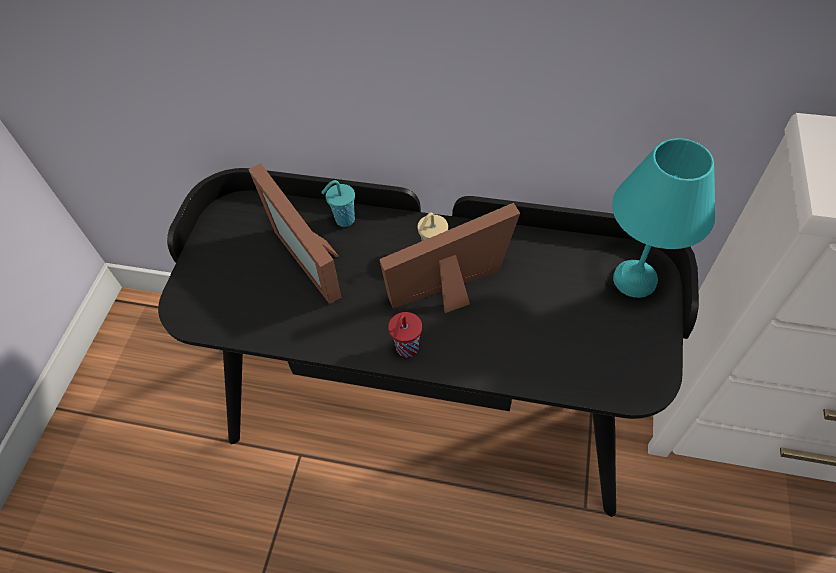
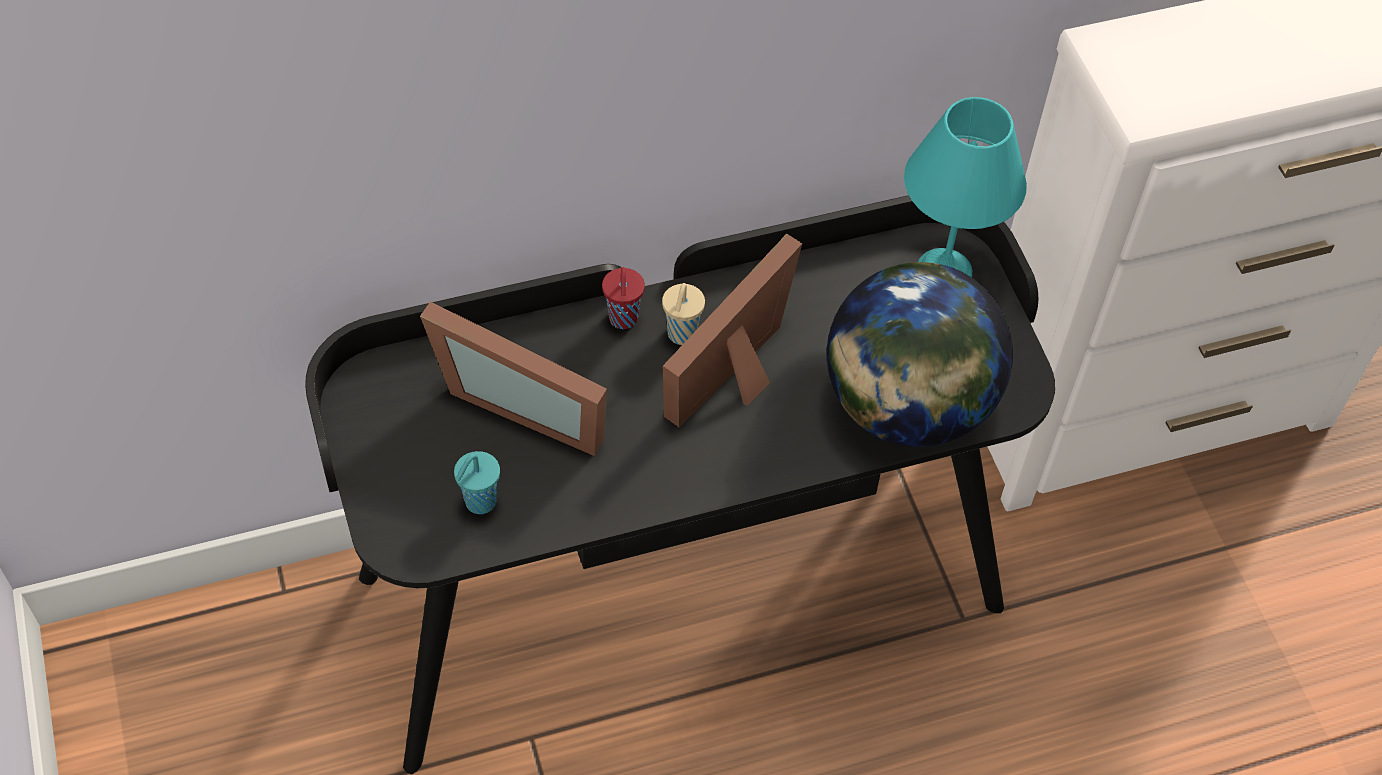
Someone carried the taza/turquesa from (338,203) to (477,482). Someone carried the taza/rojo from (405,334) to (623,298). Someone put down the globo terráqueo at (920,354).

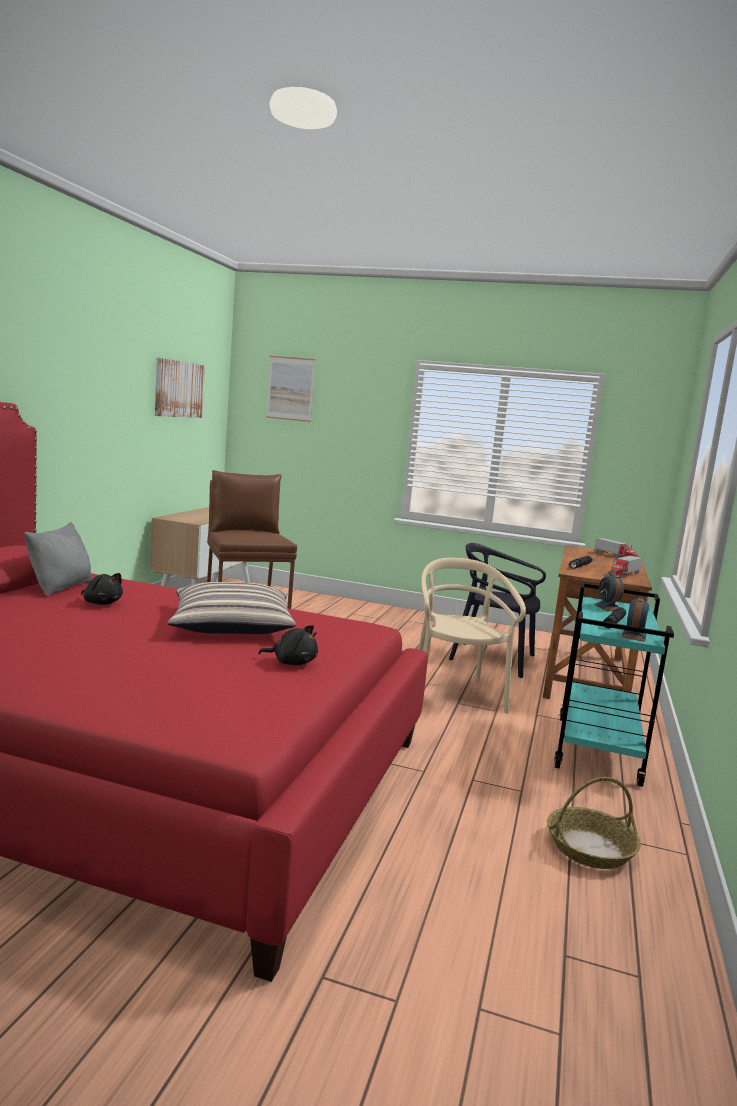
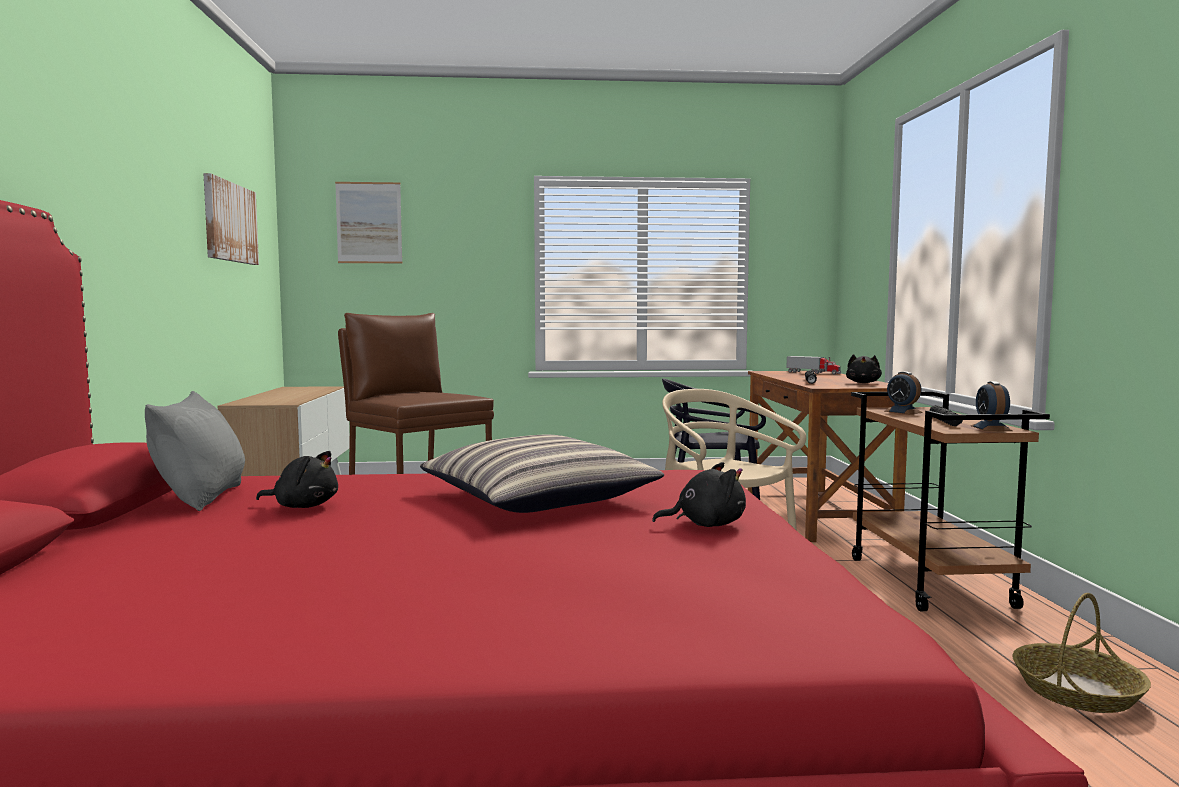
Someone swapped the camión de juguete at (624,567) for the peluche/negro at (864,368). Someone repainted the carrito/turquesa at (614,685), which became the carrito/marrón at (950,501).

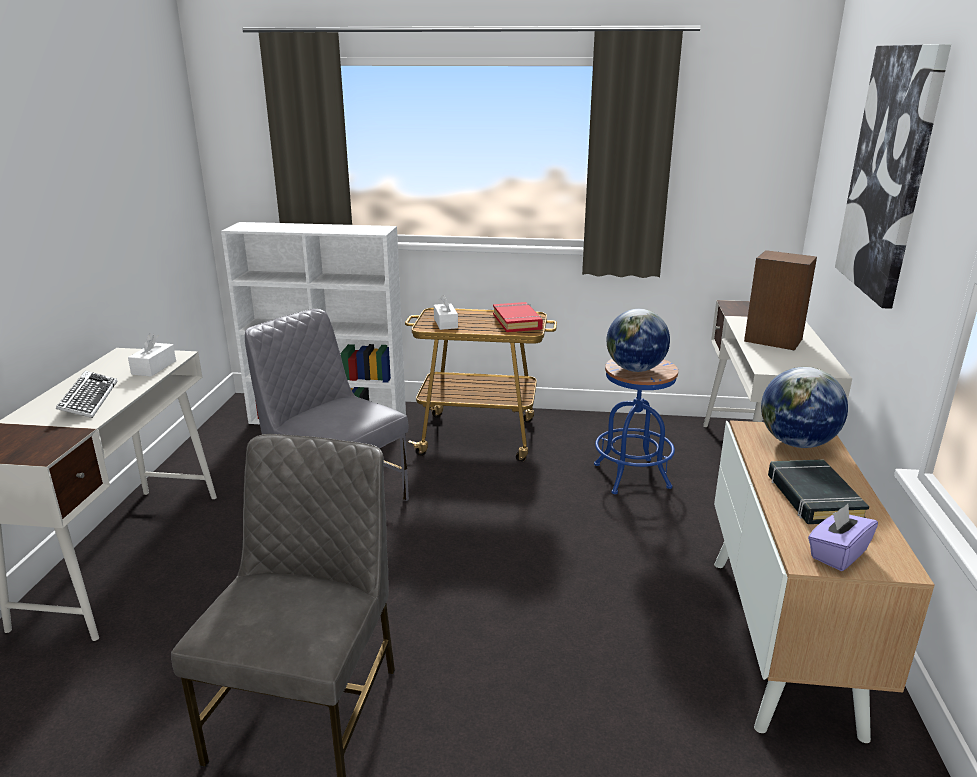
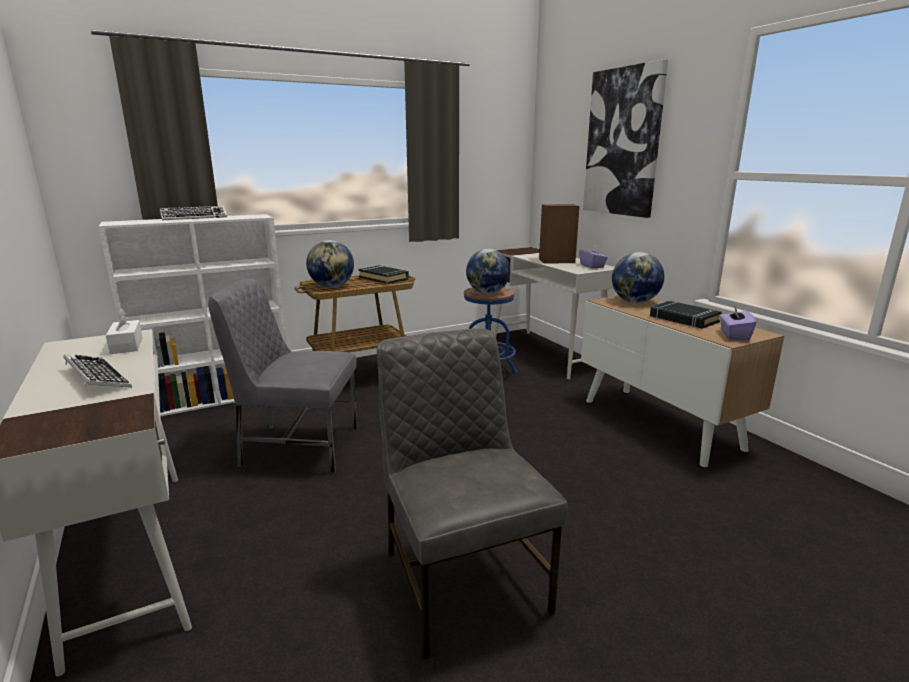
Someone put down the teclado at (193,213). Someone swapped the caja de pañuelos/blanco at (446,312) for the globo terráqueo at (330,264). Someone repainted the libro/rojo at (518,317), which became the libro/negro at (383,274). Someone put down the caja de pañuelos/morado at (593,256).

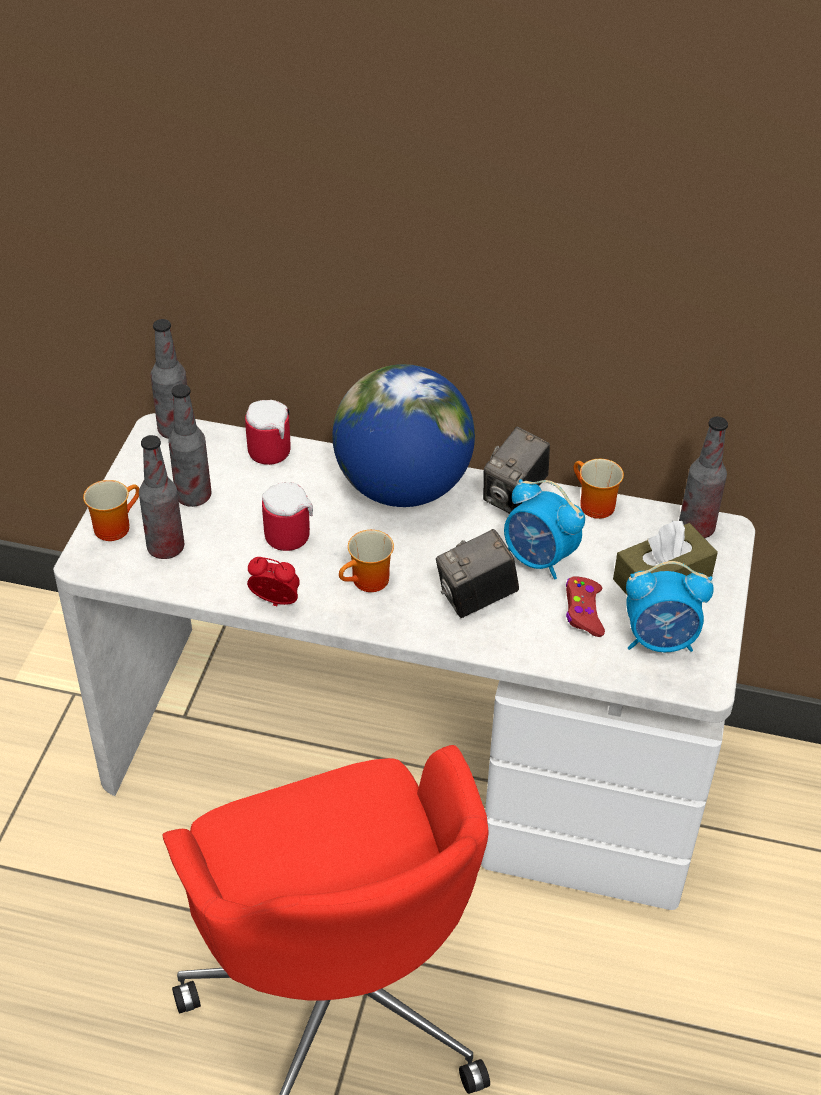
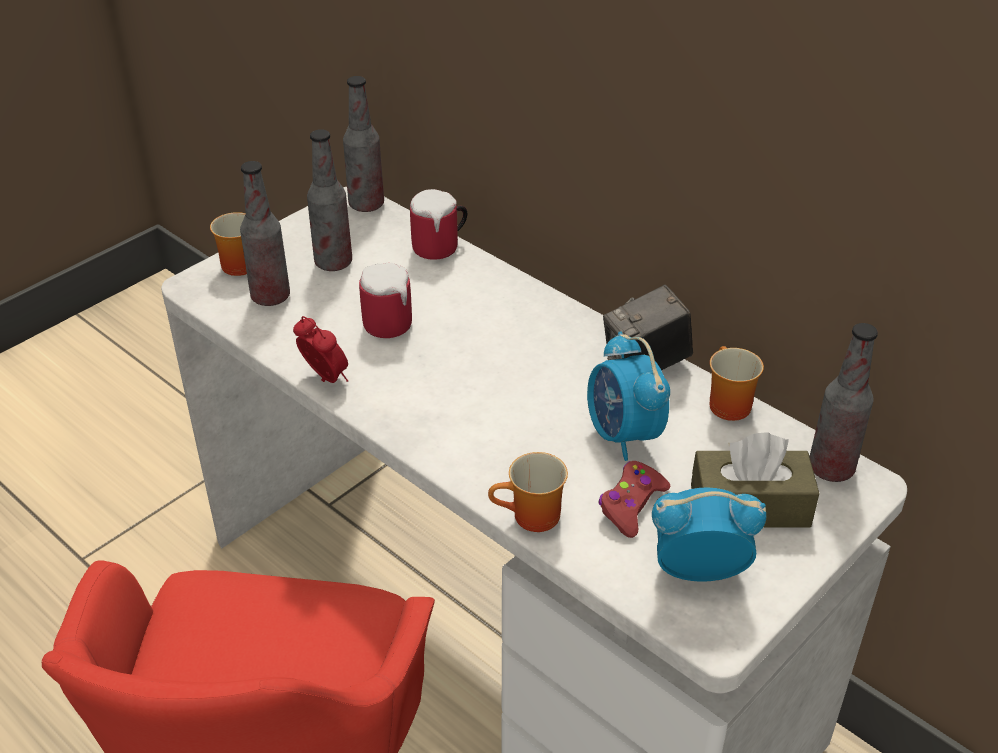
Someone carried the taza grande from (366,561) to (528,492). Someone rotated the despertador at (670,606) by 150 degrees clockwise. Someone took away the globo terráqueo at (403,435). Someone took away the cámara at (477,573).

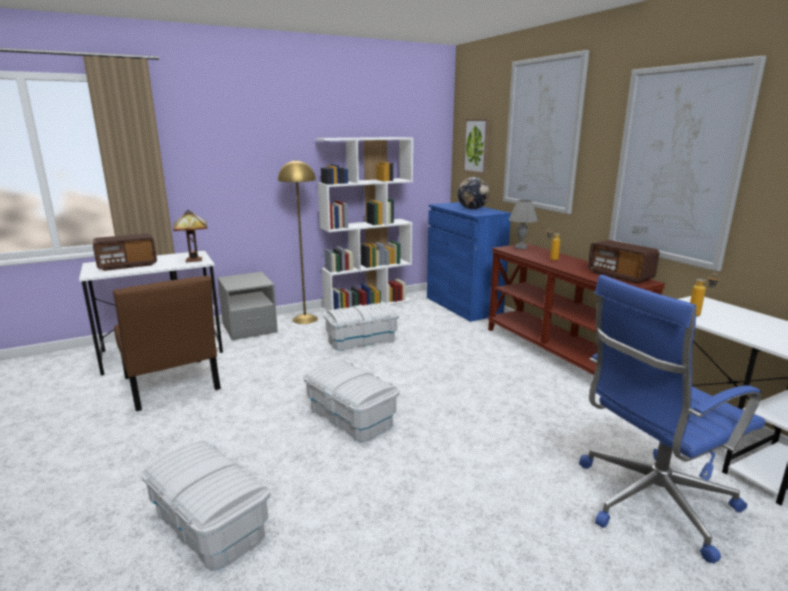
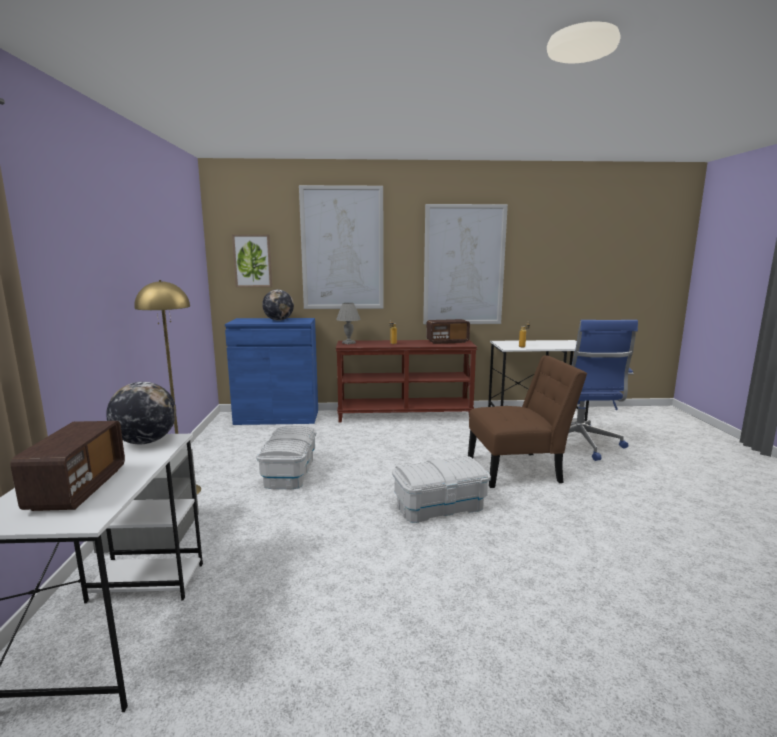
Someone swapped the lámpara de mesa at (190,236) for the globo terráqueo at (141,413). Someone carried the silla/marrón from (167,343) to (527,422). Someone took away the caja de almacenaje/blanco at (205,505). Someone took away the estantería/blanco at (364,224).

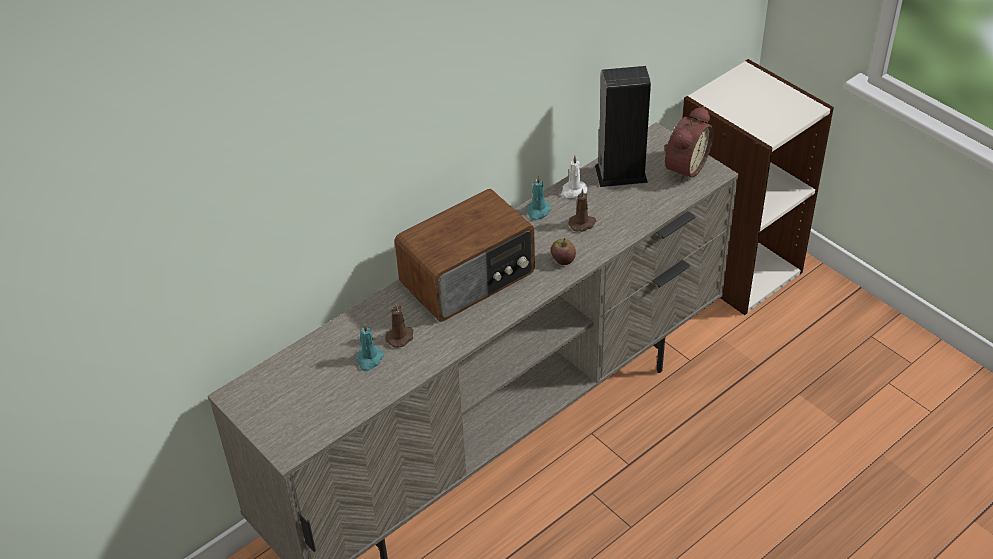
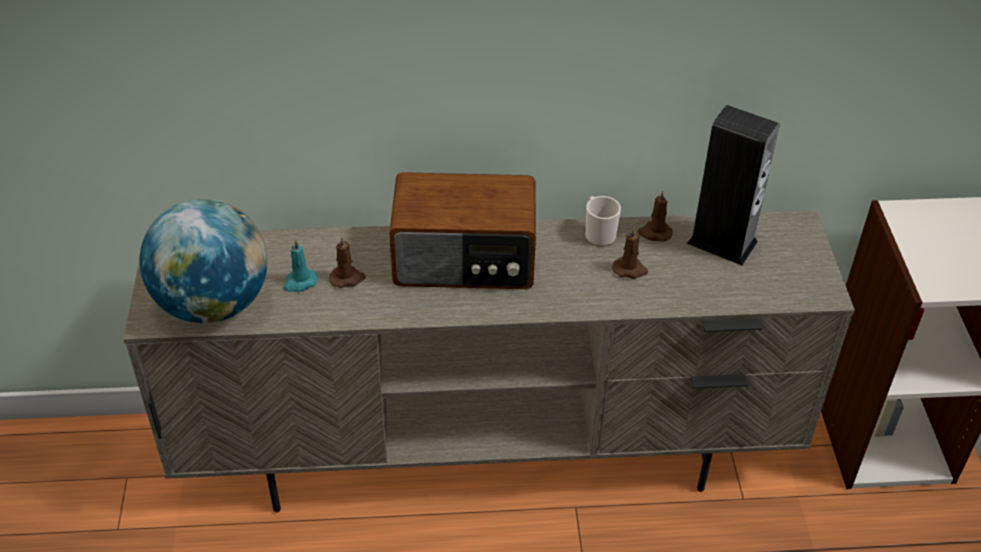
Someone put down the globo terráqueo at (203,261). Someone swapped the vela/turquesa at (539,198) for the taza grande at (603,221). Someone repainted the vela/blanco at (574,176), which became the vela/marrón at (655,216). Someone took away the manzana at (563,251). Someone took away the despertador at (689,144).

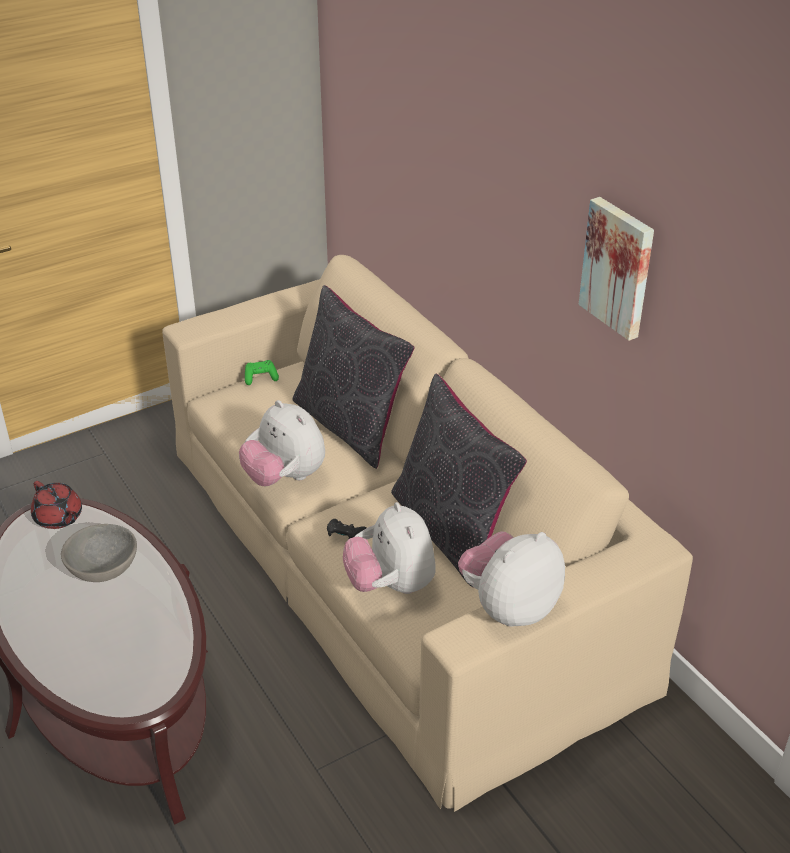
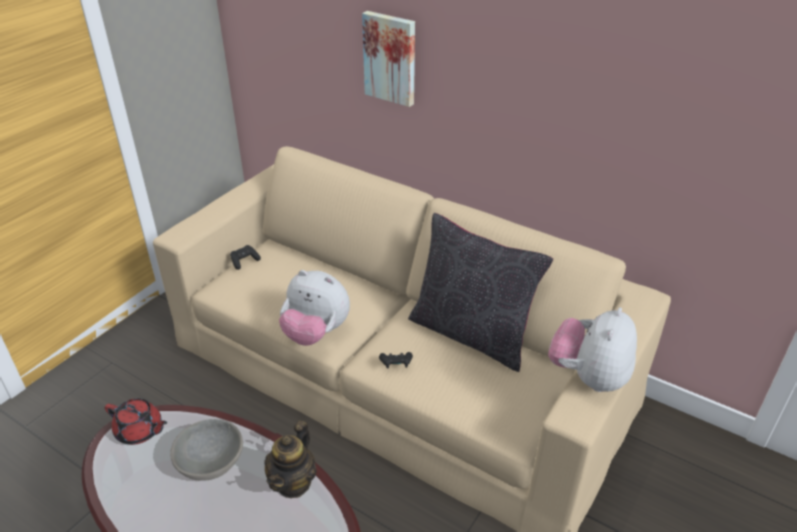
Someone repainted the mando de consola/verde at (262,372), which became the mando de consola/negro at (245,257). Someone put down the tetera at (290,459). Someone carried the cuadro from (616,269) to (388,59). Someone took away the cojín/negro at (353,377). Someone took away the peluche at (389,548).

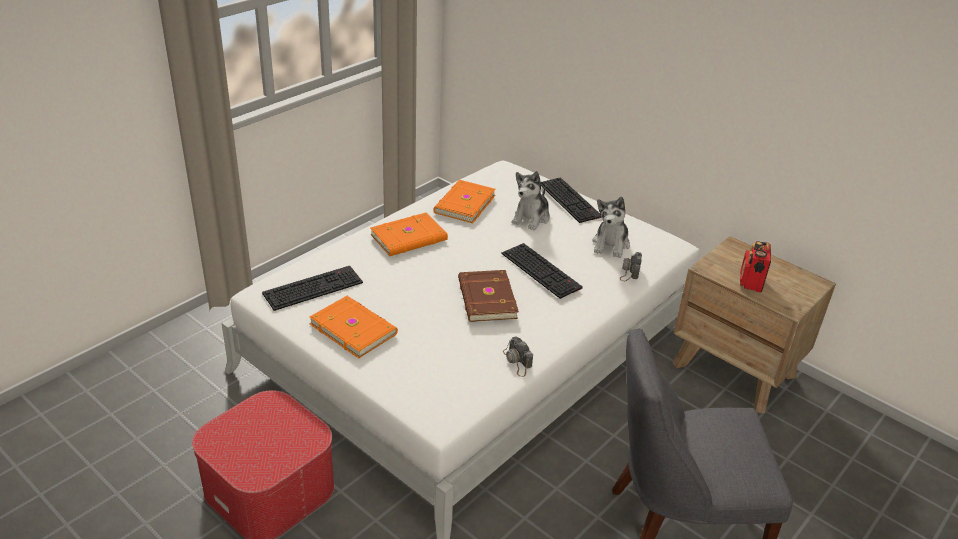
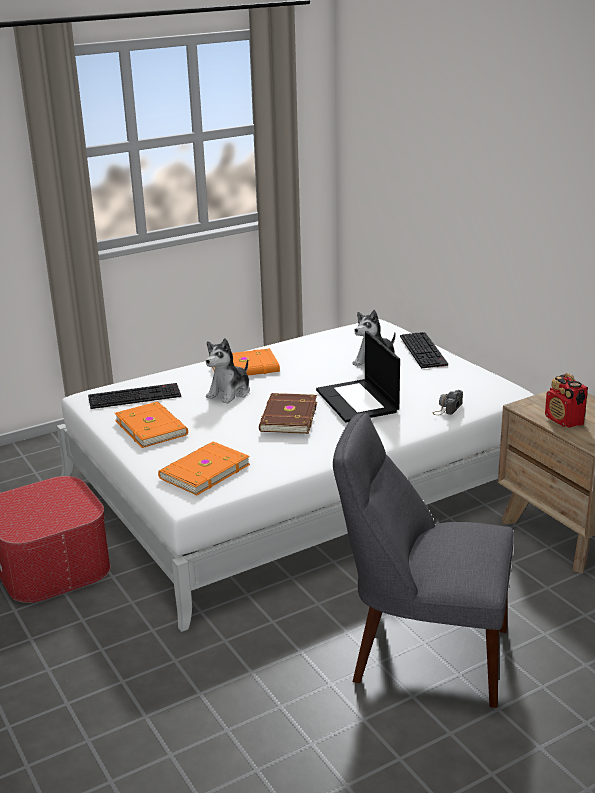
Someone carried the libro/naranja from (465,201) to (204,468). Someone carried the peluche from (611,227) to (228,371). Someone swapped the teclado at (542,271) for the portátil at (358,377). Someone rotated the radio at (755,267) by 60 degrees counterclockwise. Someone took away the cámara at (518,356).

